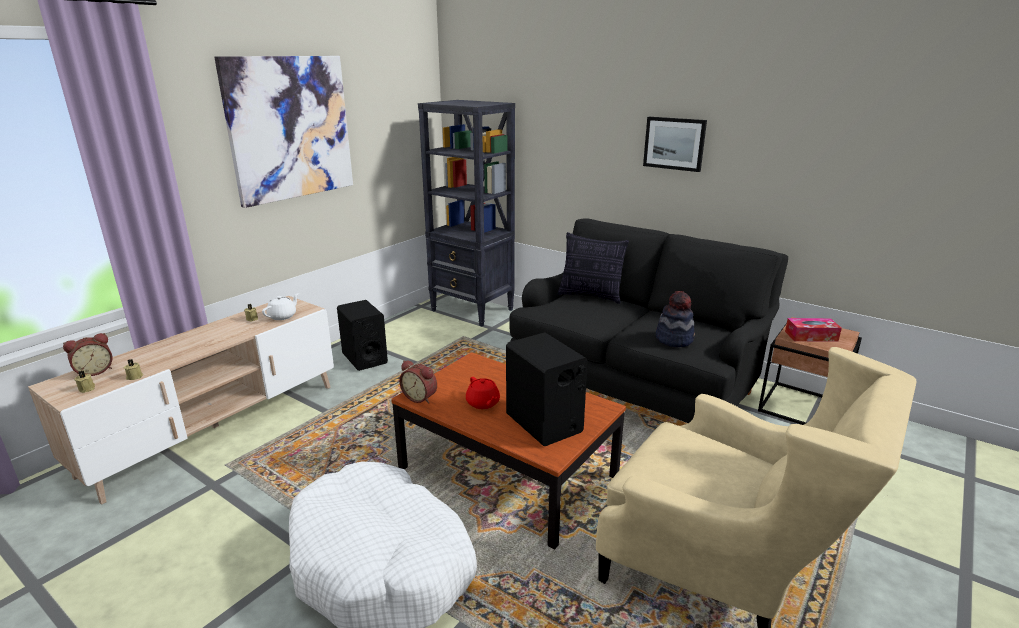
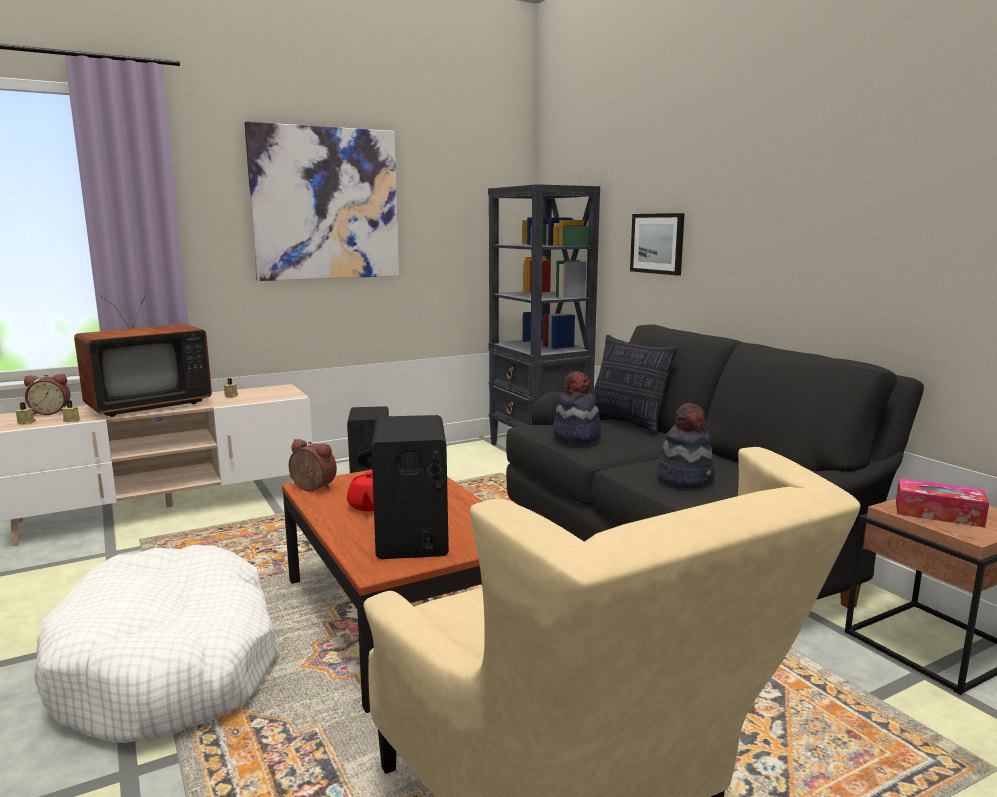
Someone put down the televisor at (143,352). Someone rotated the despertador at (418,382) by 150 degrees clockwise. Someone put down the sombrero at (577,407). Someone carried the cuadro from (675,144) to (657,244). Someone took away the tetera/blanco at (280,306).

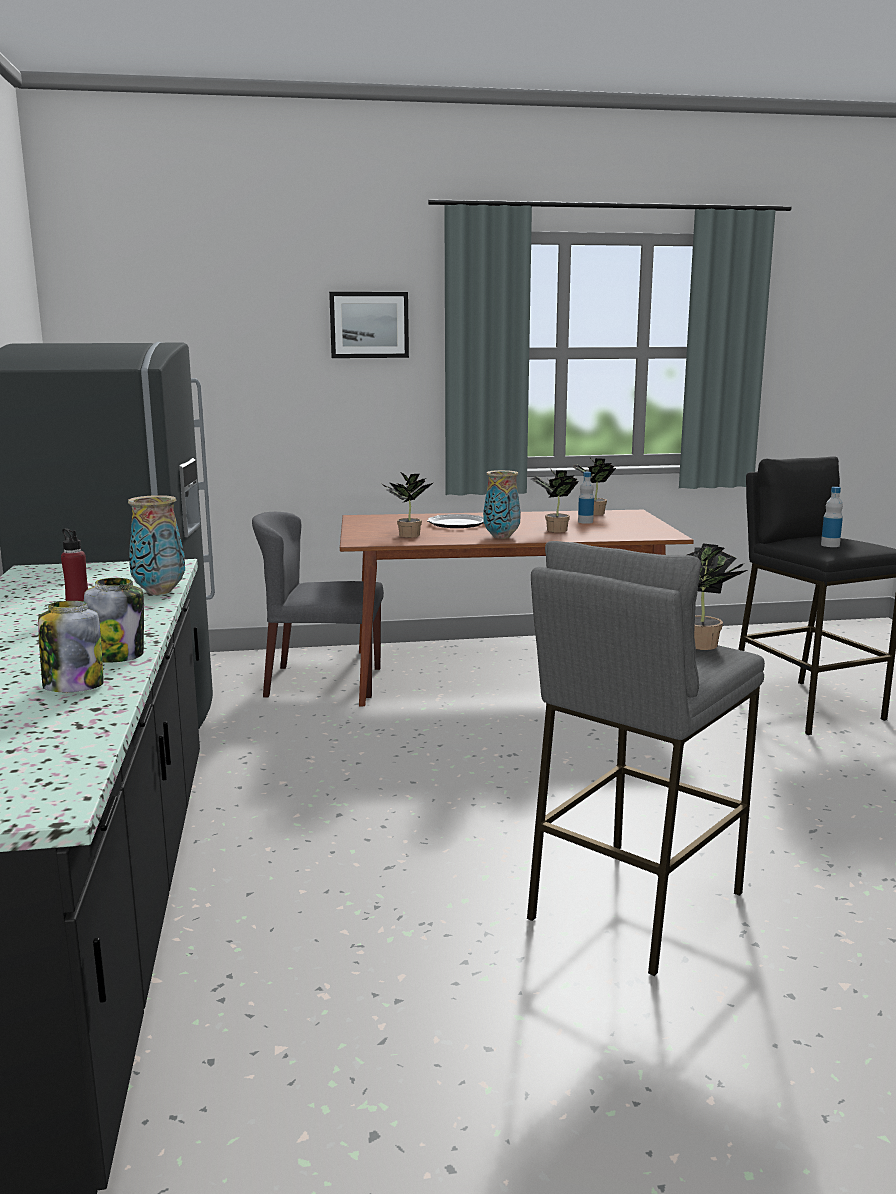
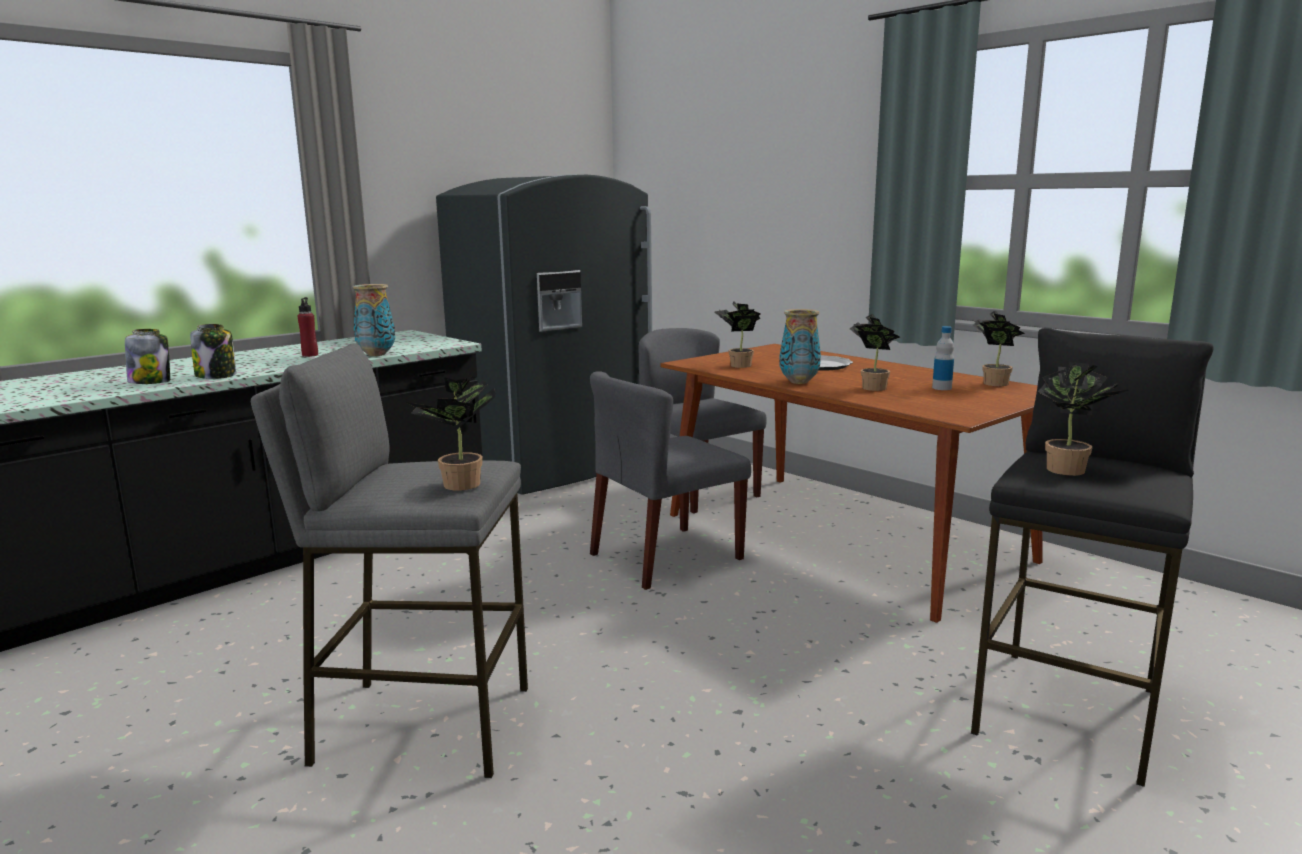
Someone put down the silla/gris at (670,480). Someone swapped the botella at (832,517) for the planta en maceta at (1082,419). Someone took away the cuadro at (369,325).

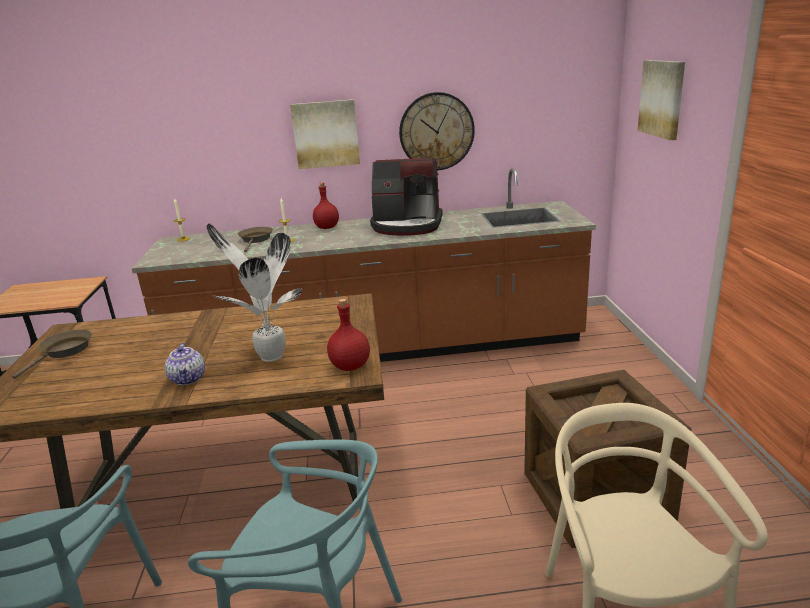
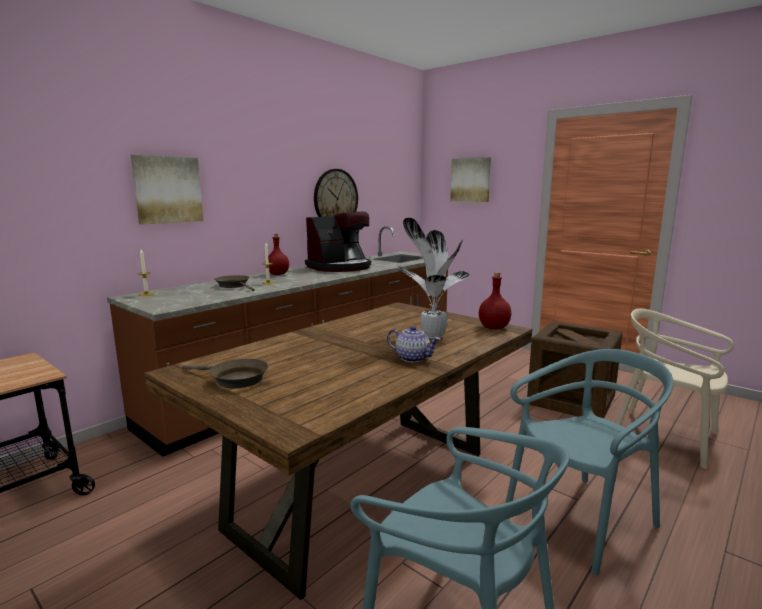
Someone carried the cuadro from (325,134) to (167,190). Someone rotated the sartén/marrón at (52,354) by 135 degrees clockwise.

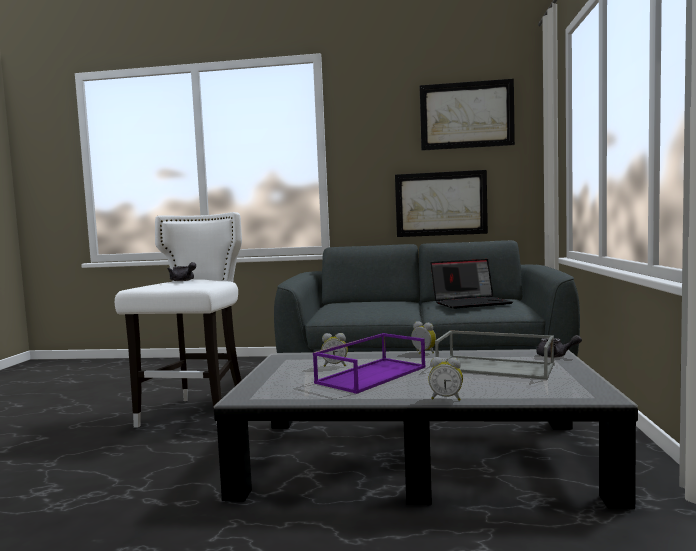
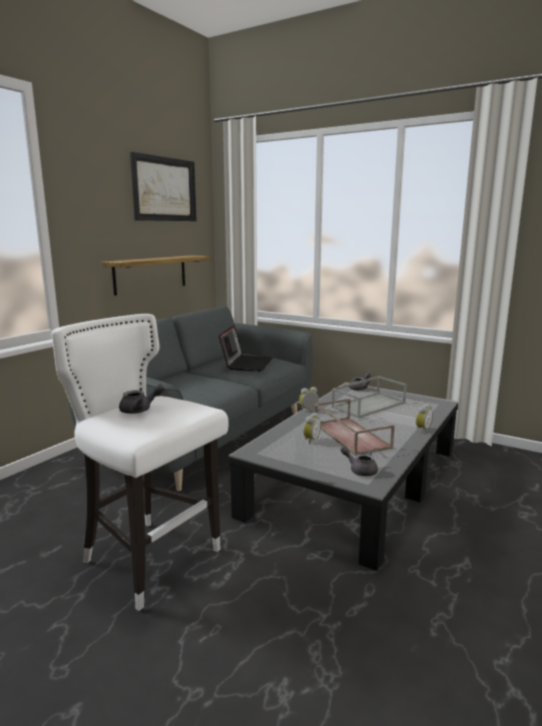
Someone swapped the cuadro at (441,203) for the estante at (155,275). Someone repainted the bandeja/morado at (369,363), which became the bandeja/marrón at (355,427). Someone put down the tetera/gris at (359,461).

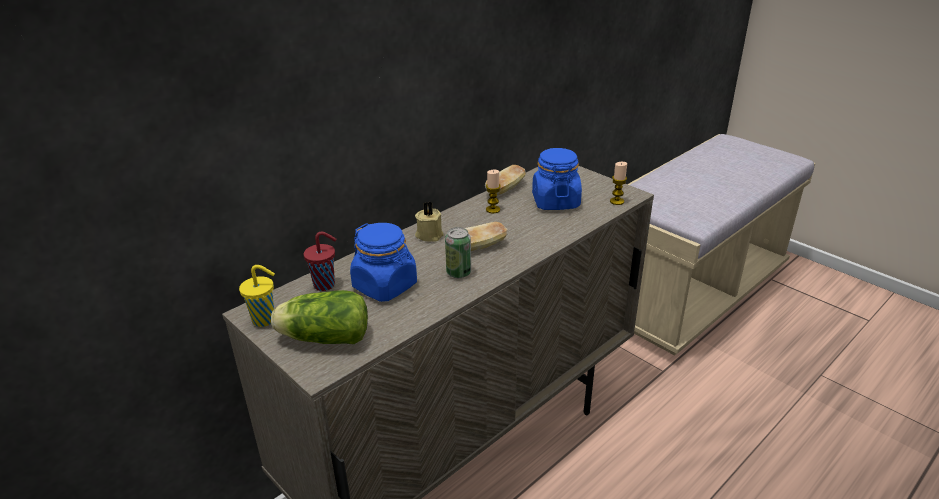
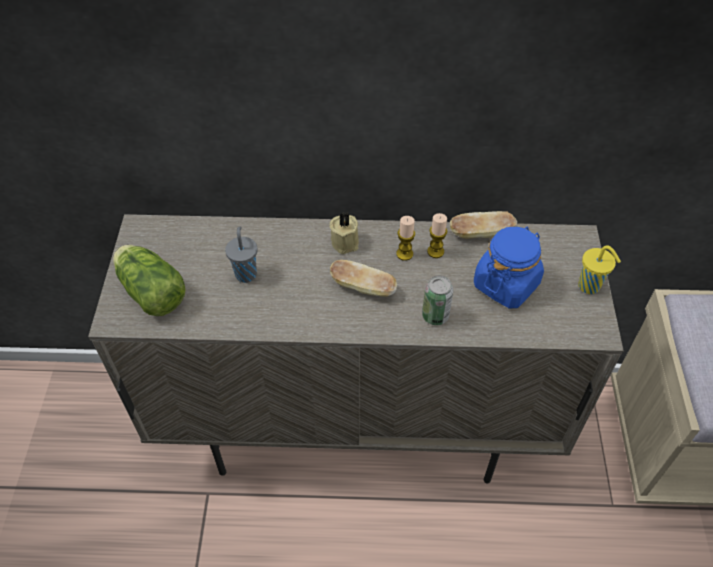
Someone swapped the tarro/azul at (383,262) for the taza/gris at (241,255). Someone carried the vela from (618,183) to (405,238). Someone carried the lata from (458,252) to (438,300). Someone carried the taza/amarillo from (257,296) to (599,269). Someone took away the taza/rojo at (320,261).

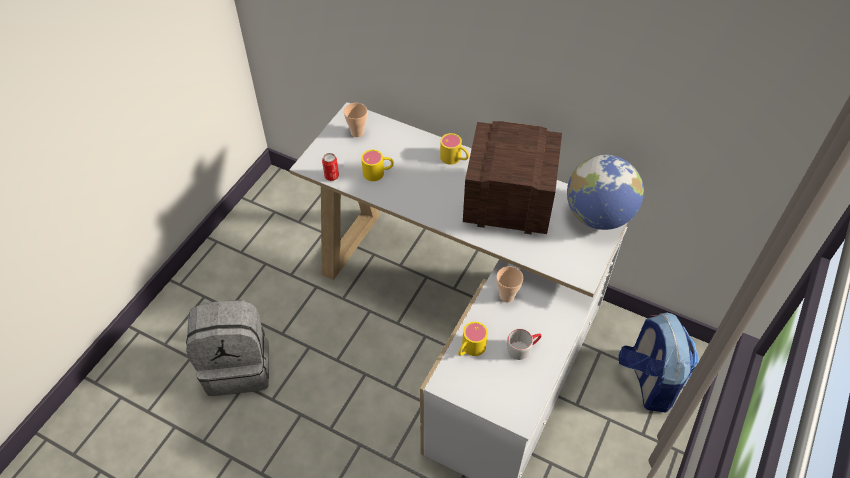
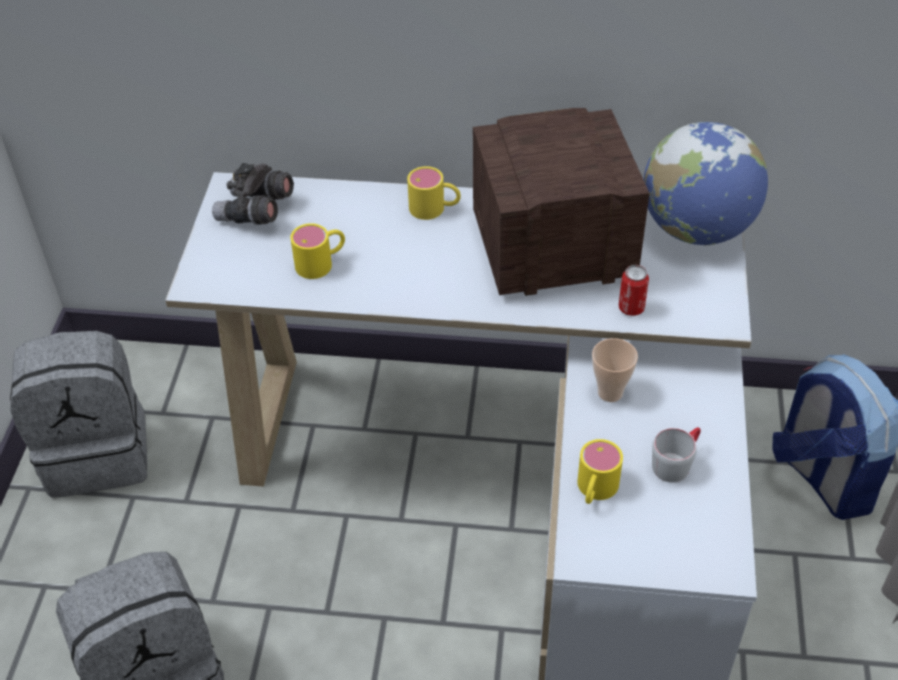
Someone put down the mochila/gris at (78,414). Someone swapped the taza at (355,120) for the prismáticos/gris at (253,194). Someone carried the lata from (330,167) to (634,290).

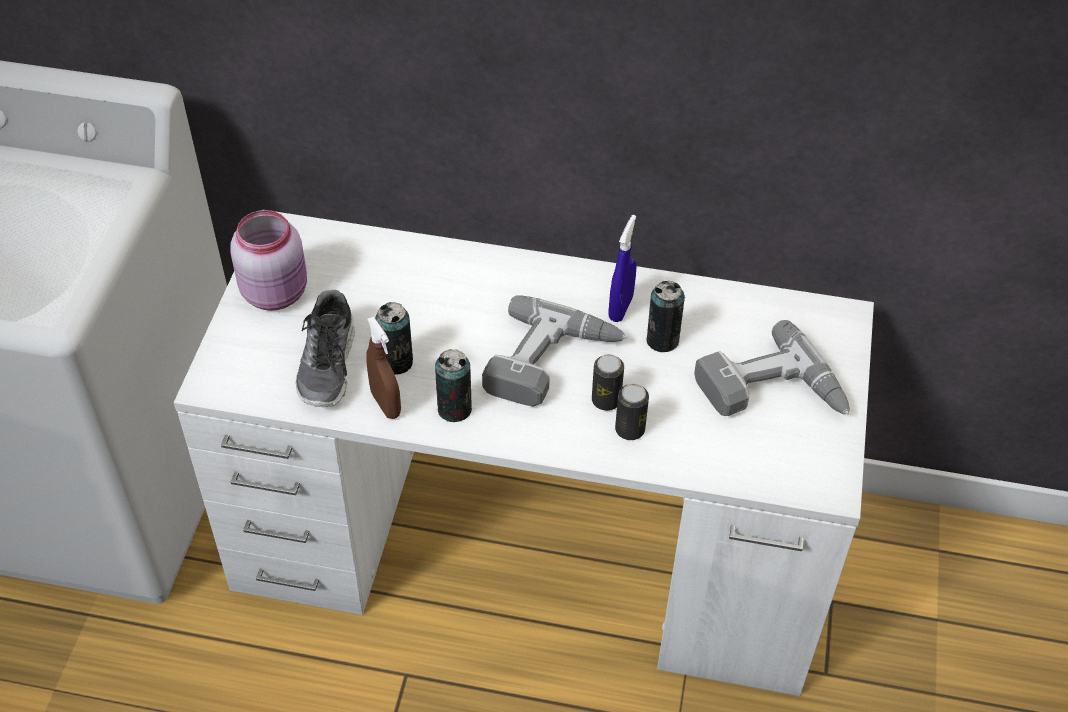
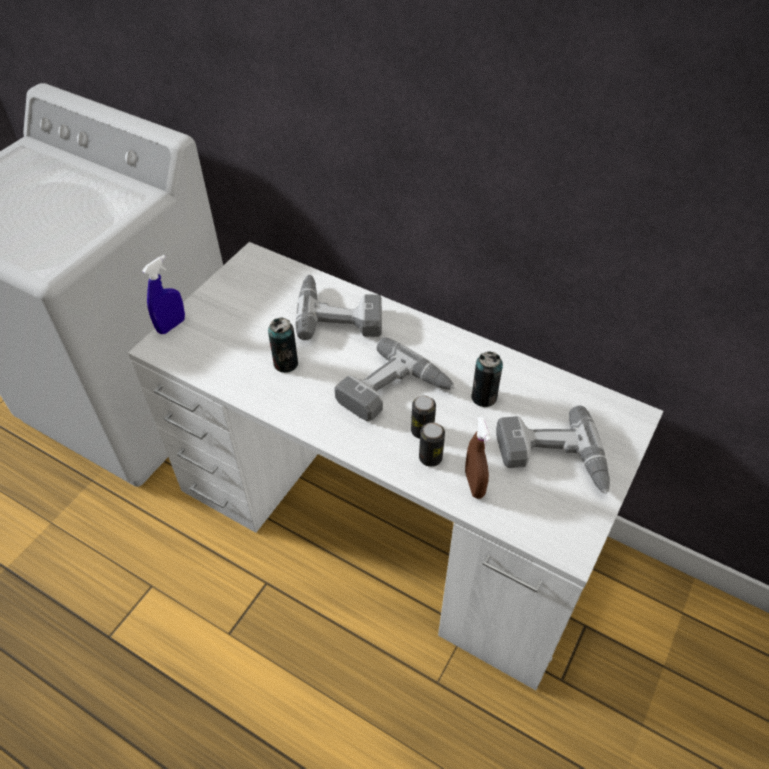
Someone carried the pulverizador/azul from (622,268) to (163,294). Someone put down the taladro at (339,307). Someone carried the pulverizador/marrón from (383,368) to (478,457). Someone took away the tarro/rosa at (268,260). Someone took away the zapato at (325,348). Someone took away the lata at (453,385).

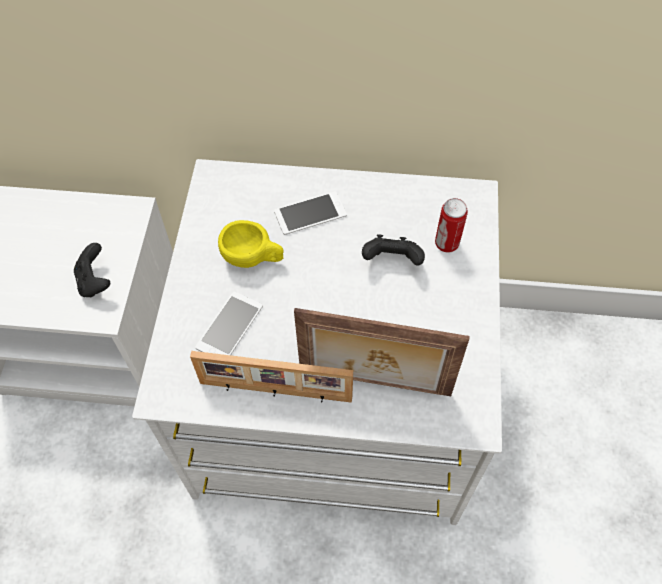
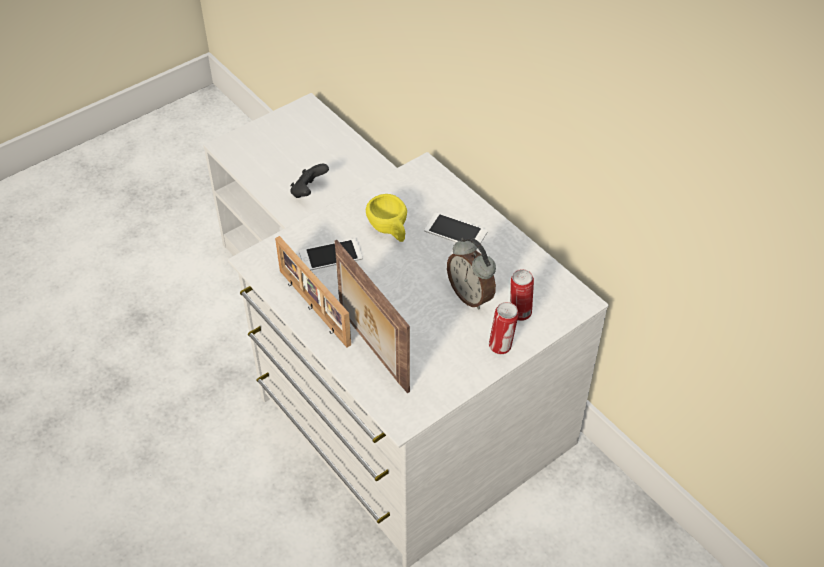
Someone swapped the mando de consola/negro at (393,250) for the despertador at (471,274). Someone put down the lata at (503,328).

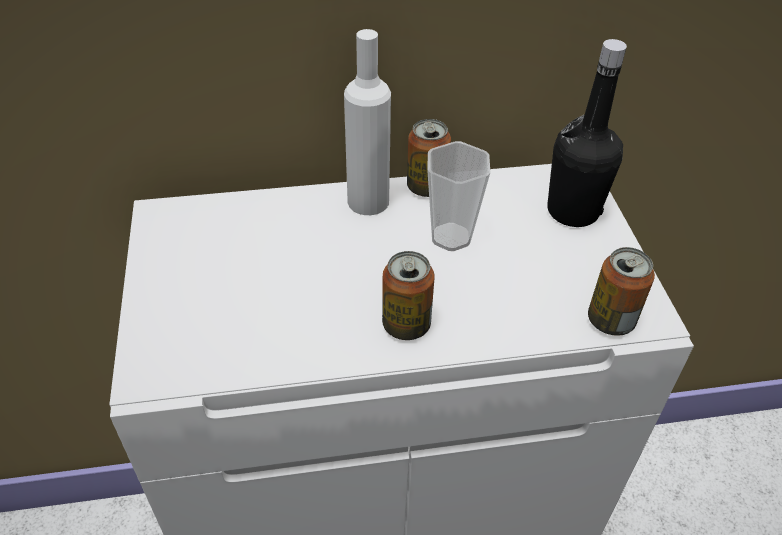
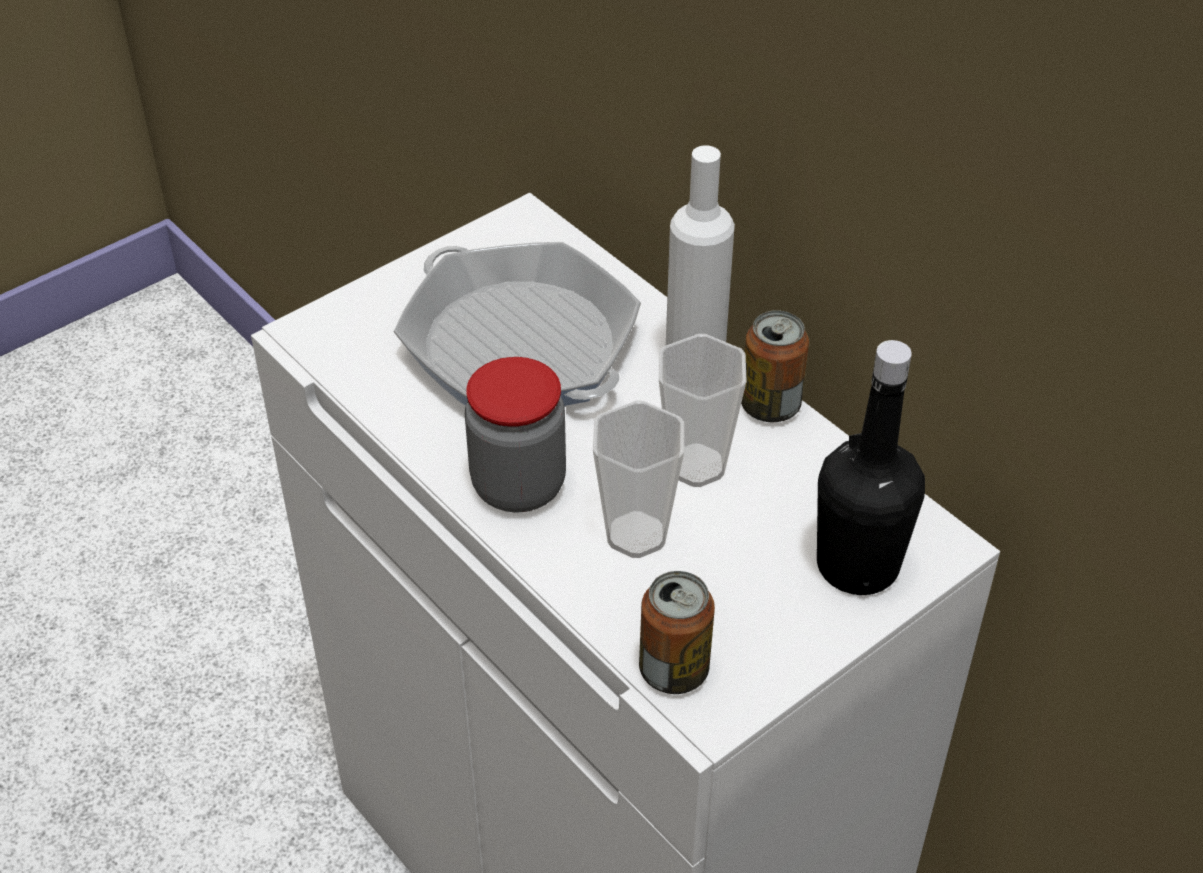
Someone put down the sartén at (517,324). Someone swapped the lata at (408,295) for the tarro at (515,434). Someone put down the taza at (638,479).

